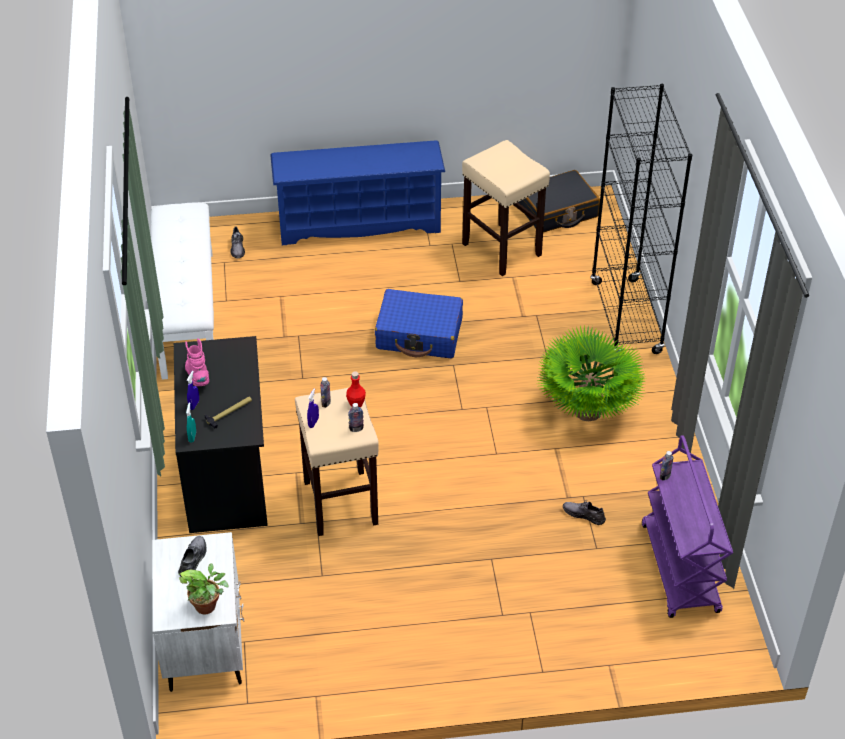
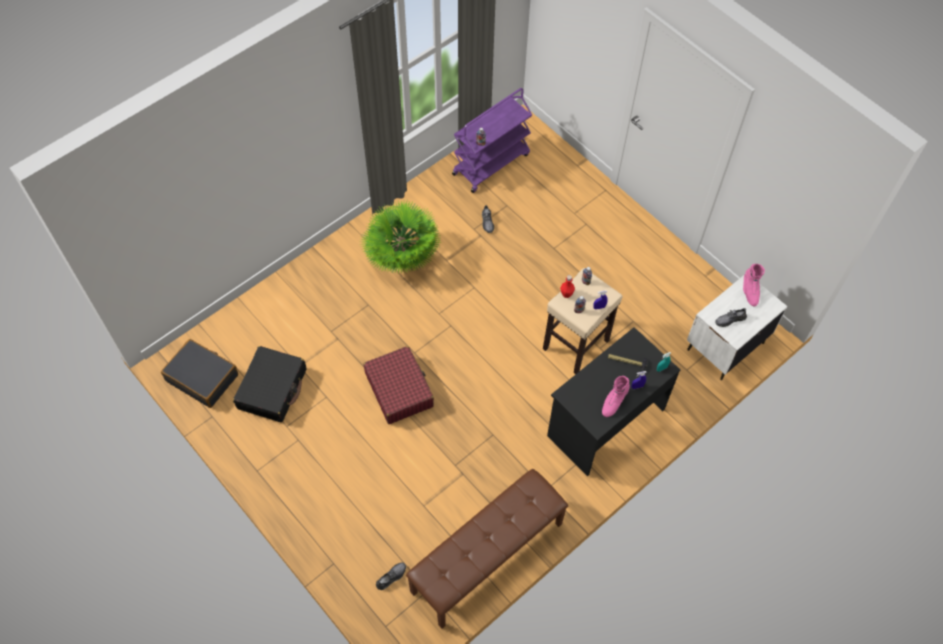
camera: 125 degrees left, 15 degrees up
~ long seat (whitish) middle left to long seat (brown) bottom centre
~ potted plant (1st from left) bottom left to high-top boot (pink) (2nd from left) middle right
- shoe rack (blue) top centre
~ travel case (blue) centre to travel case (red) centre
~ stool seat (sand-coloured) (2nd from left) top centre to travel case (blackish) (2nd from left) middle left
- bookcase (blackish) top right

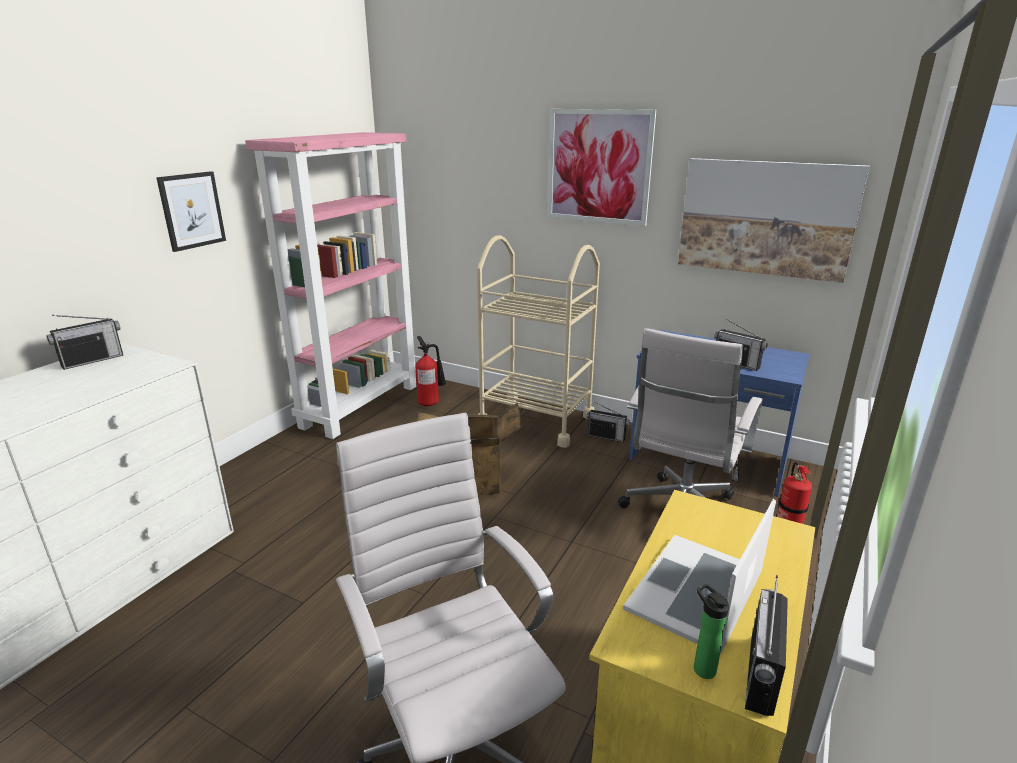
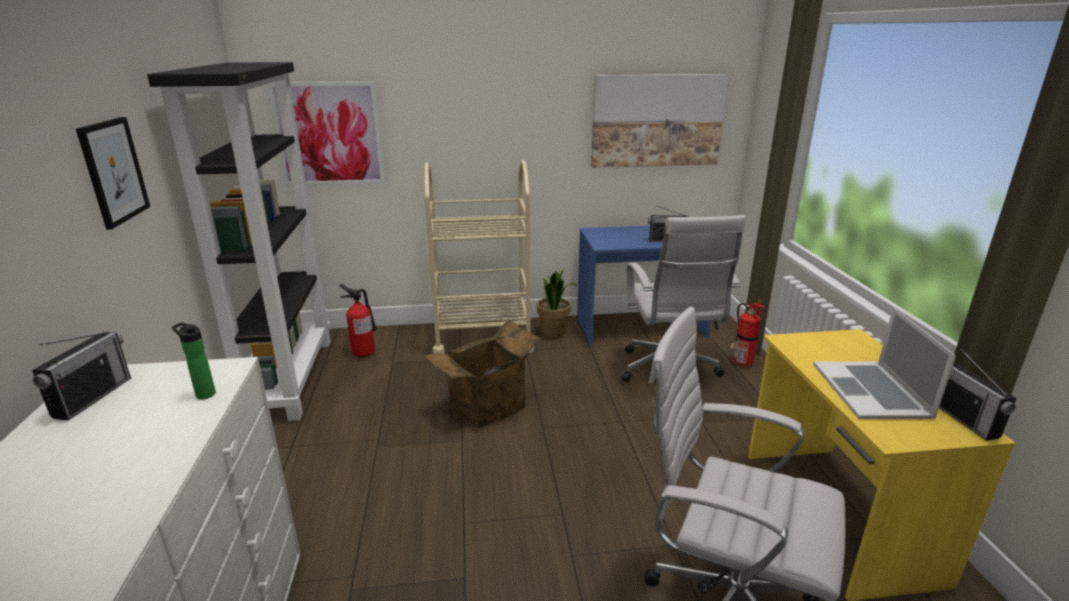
camera: 35 degrees left, 0 degrees up
~ bookcase (pink) middle left to bookcase (blackish) middle left
~ wall picture (2nd from left) top centre to top left
~ radio receiver (2nd from left) centre to potted plant centre
~ bottle bottom right to middle left

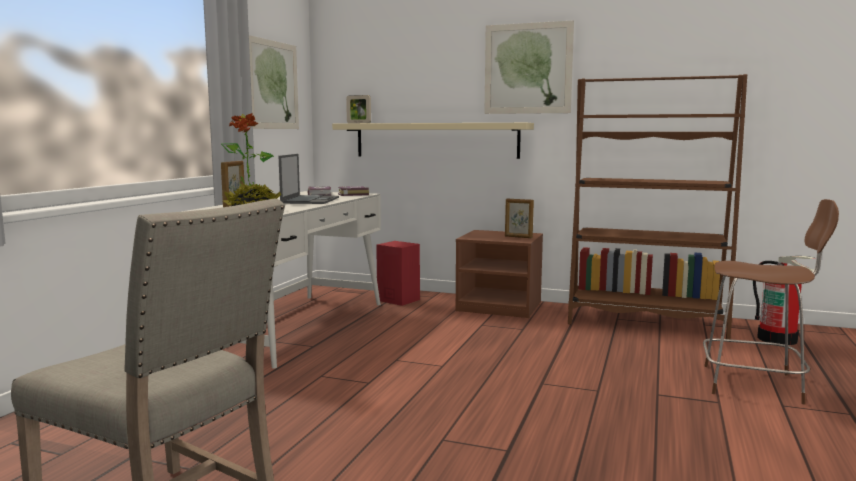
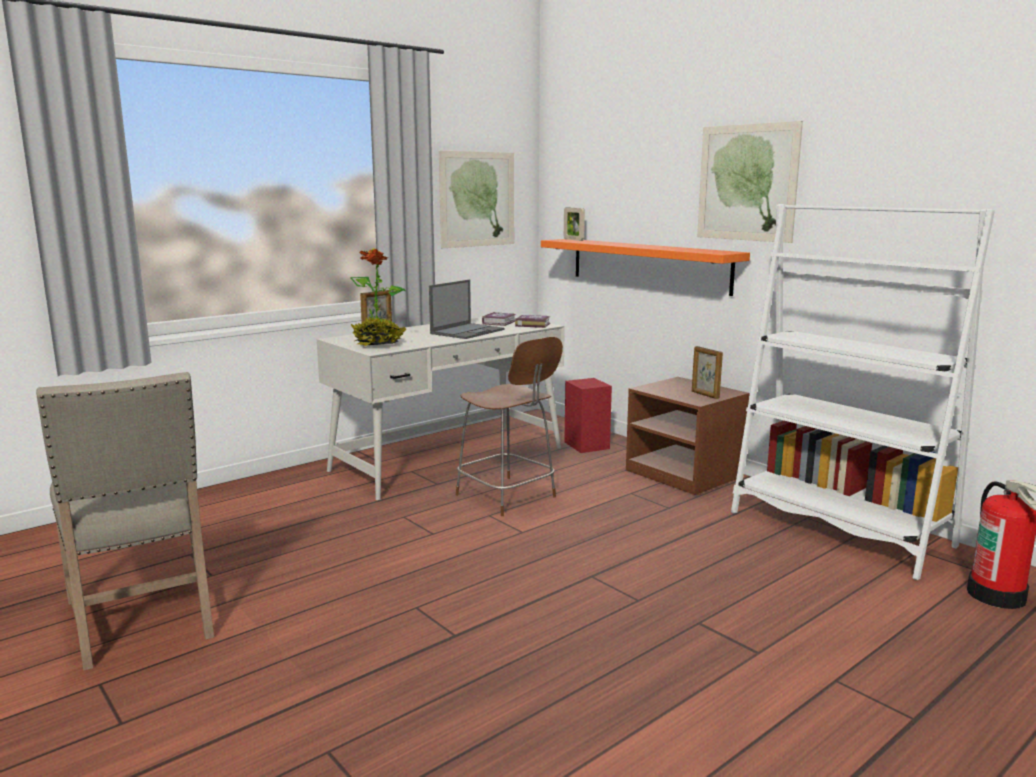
camera: 30 degrees right, 5 degrees up
~ shelf (sand-coloured) top centre to shelf (orangey) centre
~ bookcase (brown) middle right to bookcase (whitish) middle right
~ stool seat (brown) middle right to centre

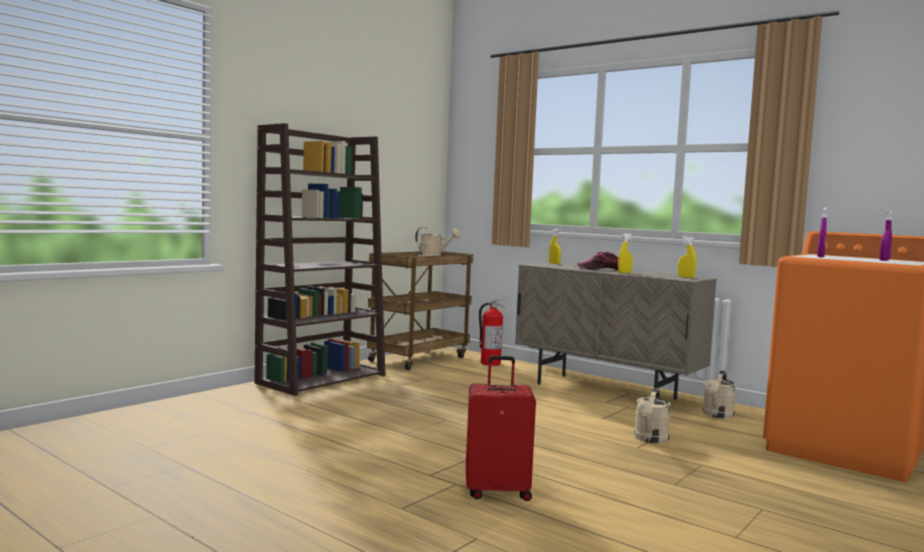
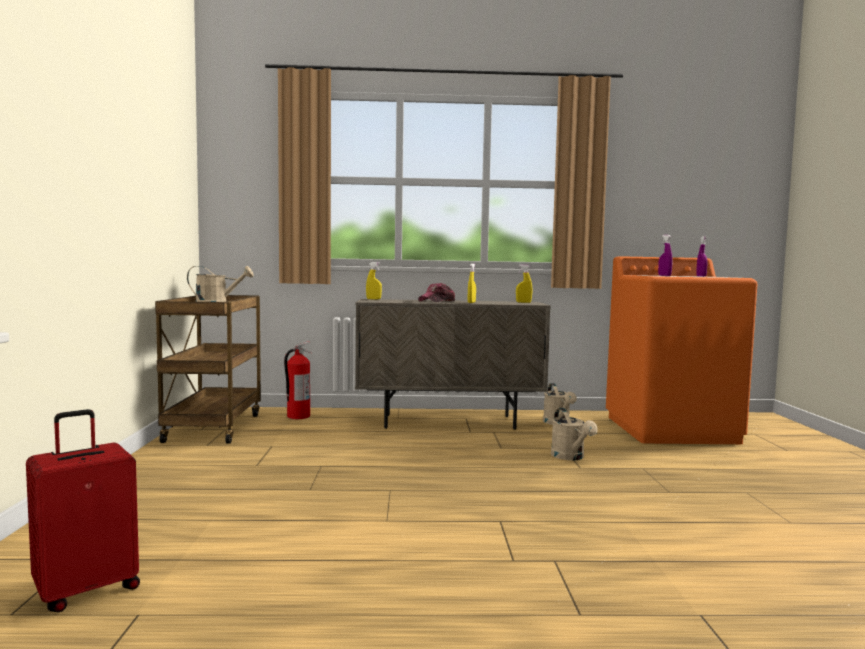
camera: 40 degrees left, 0 degrees up
- bookcase (brown) centre
~ travel case (red) bottom centre to bottom left

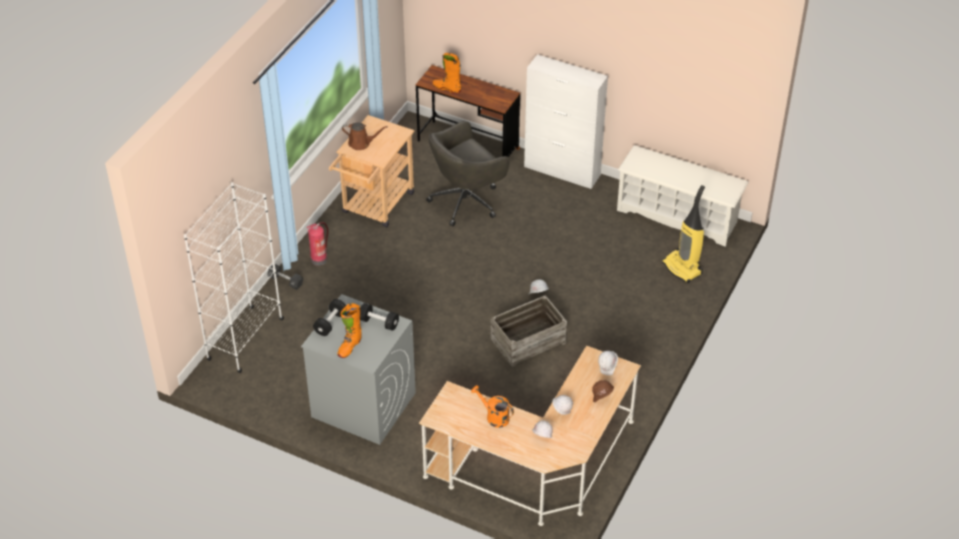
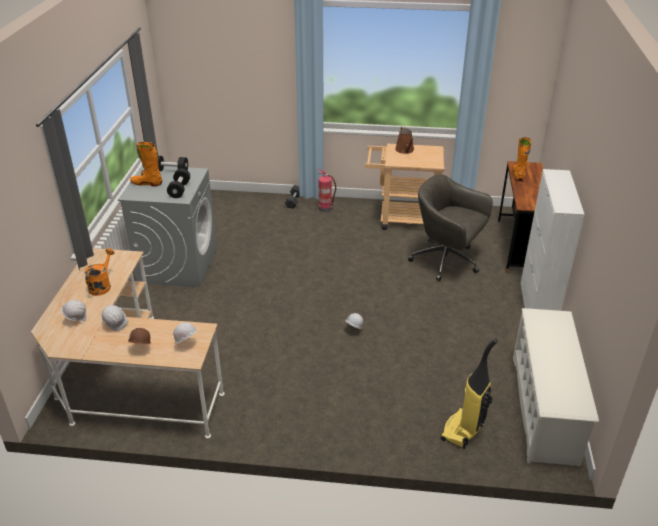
camera: 70 degrees right, 10 degrees down
- bookcase (whitish) middle left
- shipping crate centre

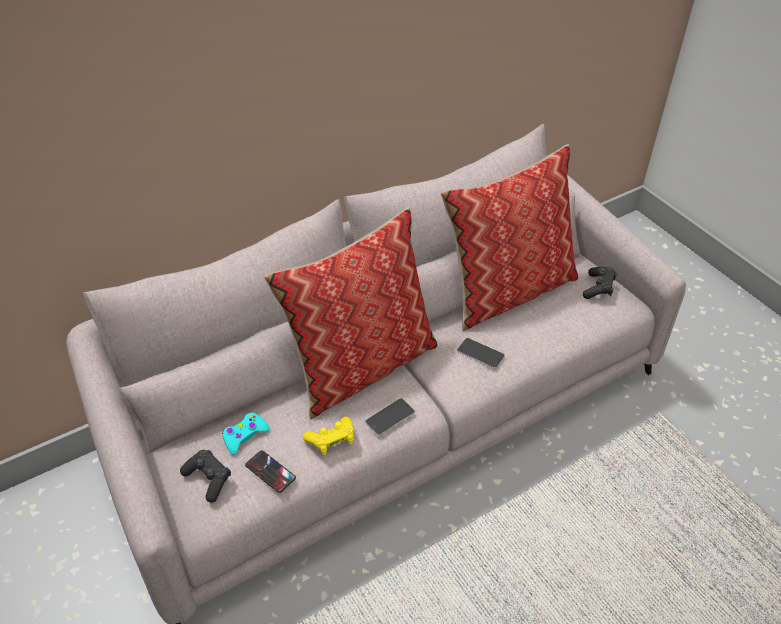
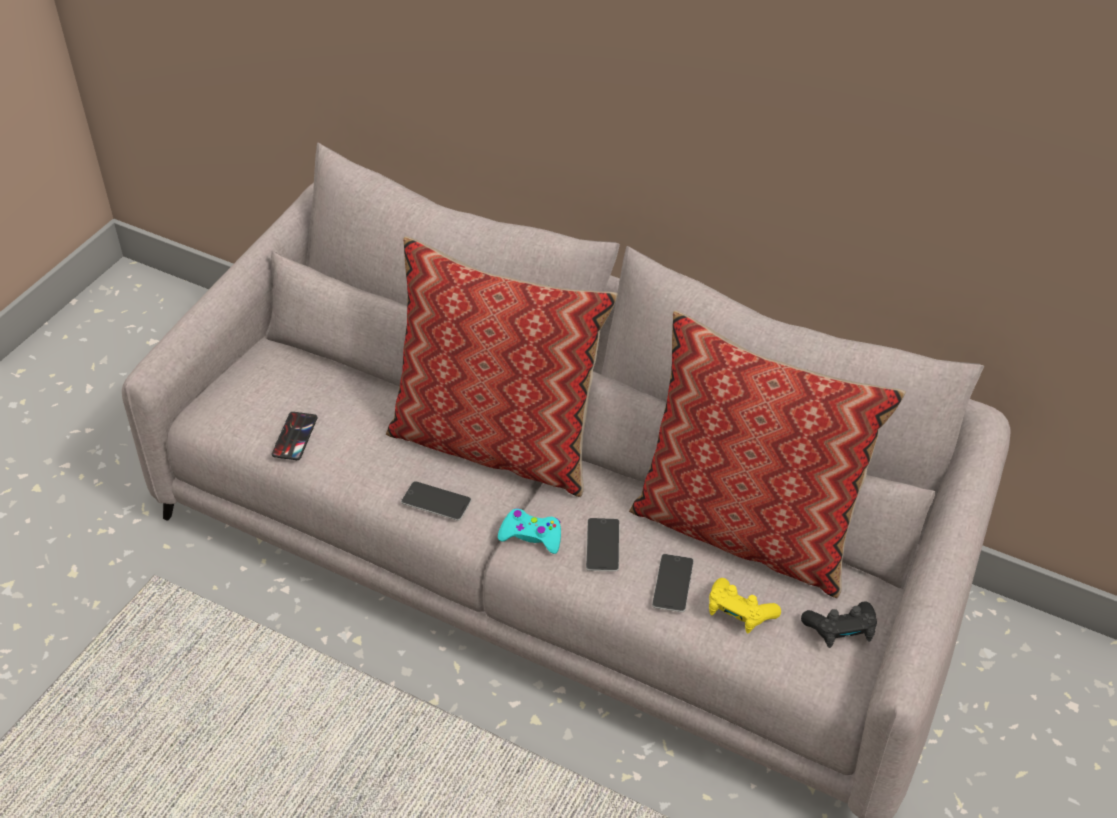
camera: 60 degrees right, 0 degrees up
- joypad (blackish) (1st from left) bottom left
~ joypad (blue-green) bottom left to centre
~ joypad (yellowish) bottom centre to bottom right
+ phone (4th from left) bottom centre

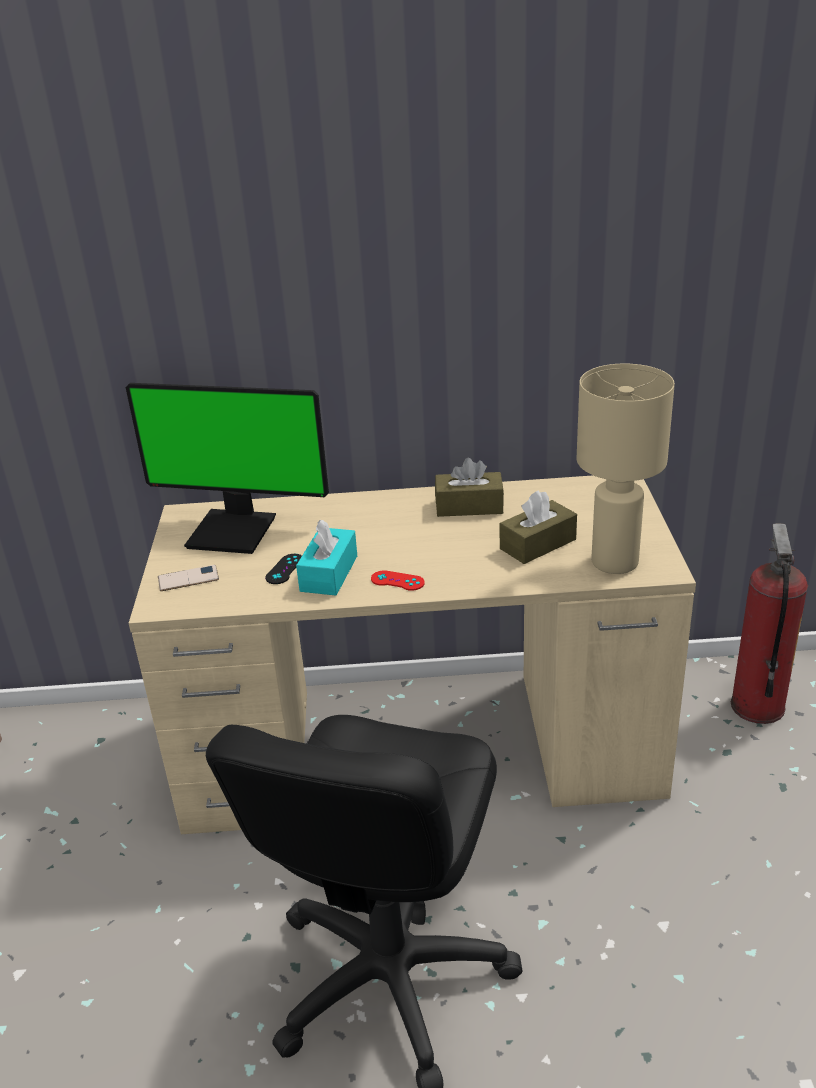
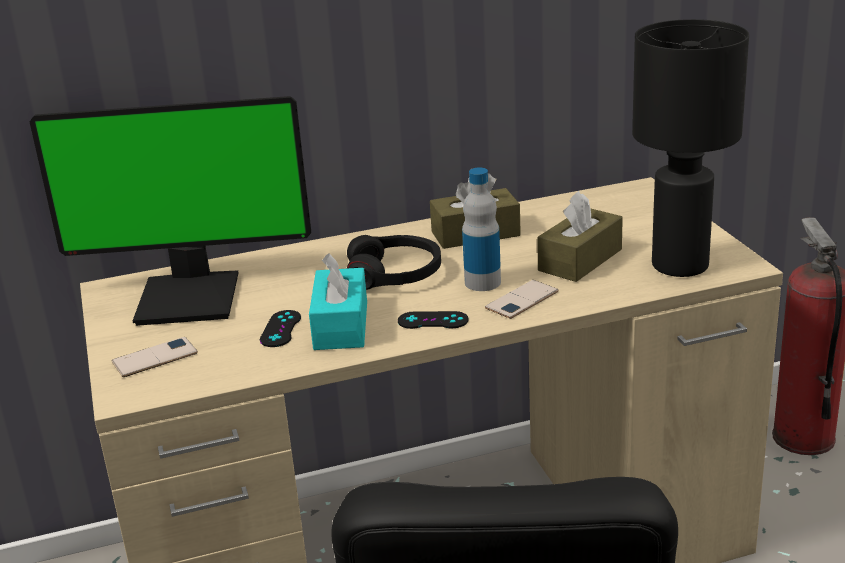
camera: 15 degrees left, 5 degrees down
~ joypad (red) centre to joypad (blackish) (2nd from left) centre
~ tabletop lamp (sand-coloured) middle right to tabletop lamp (blackish) top right
+ headphones (blackish) centre
+ bottle centre
+ phone (2nd from left) centre

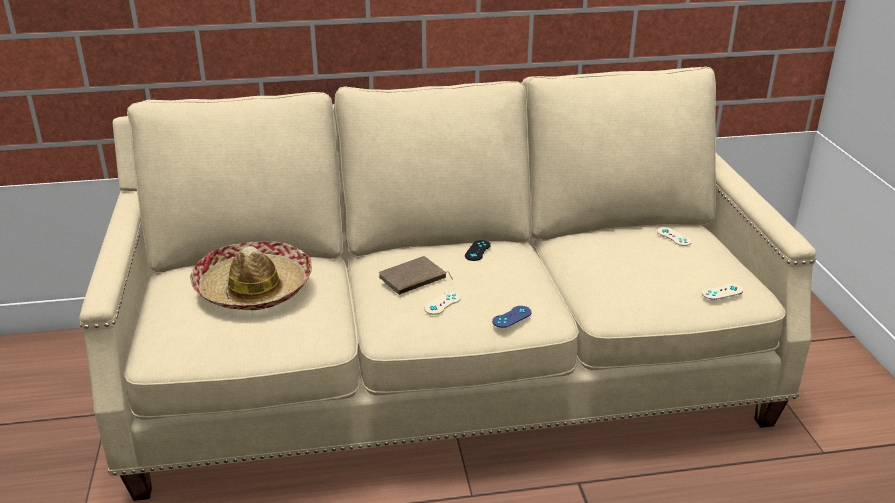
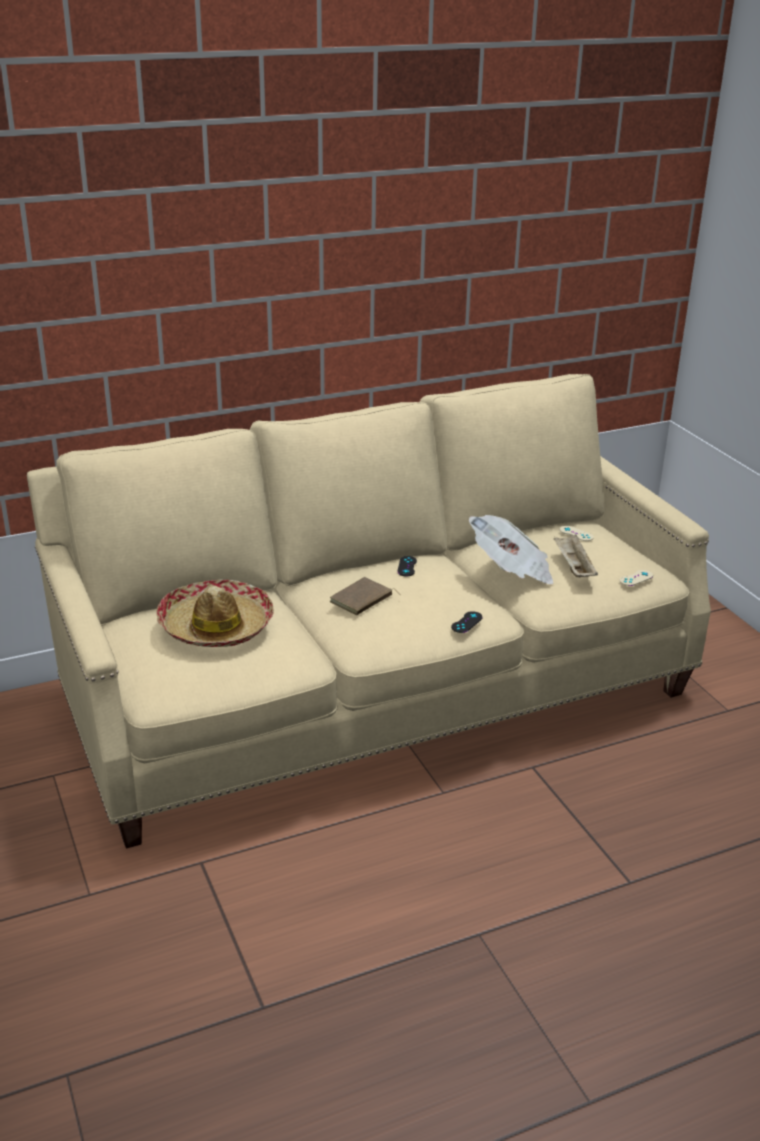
camera: 15 degrees left, 0 degrees up
- joypad (sand-coloured) (1st from left) centre
~ joypad (blue) centre to joypad (blackish) (2nd from left) centre
+ daily paper middle right
+ serving tray (sand-coloured) middle right

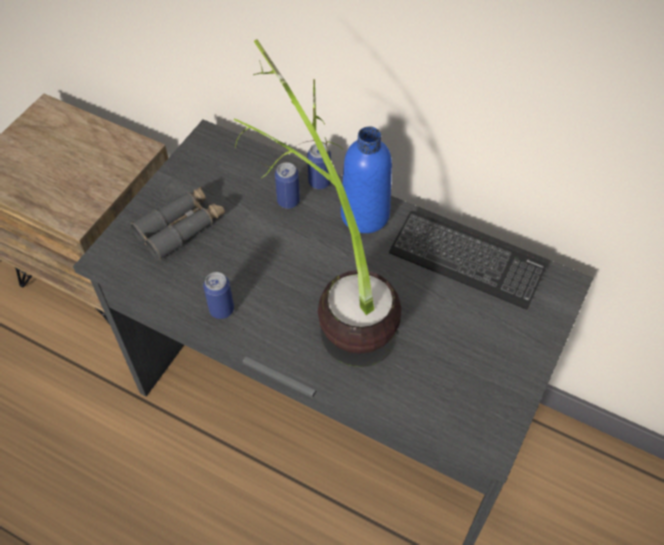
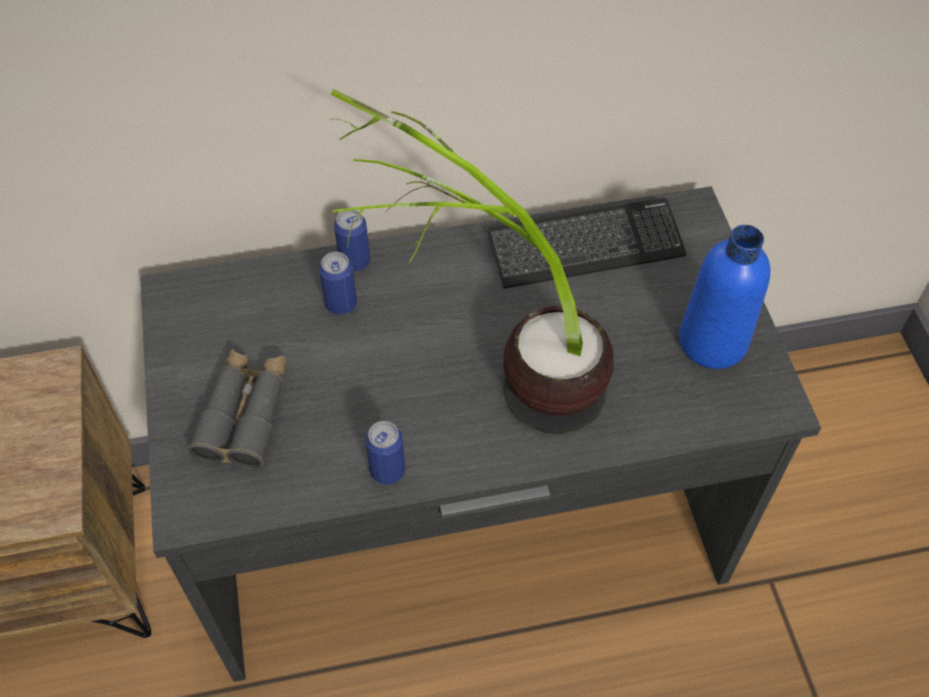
camera: 40 degrees left, 0 degrees up
~ bottle (blue) top centre to middle right

